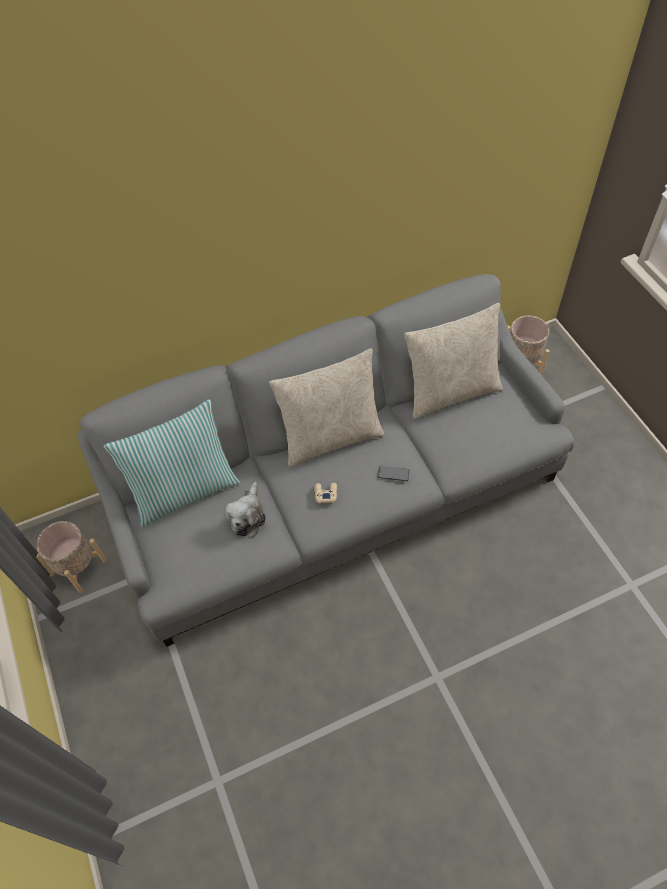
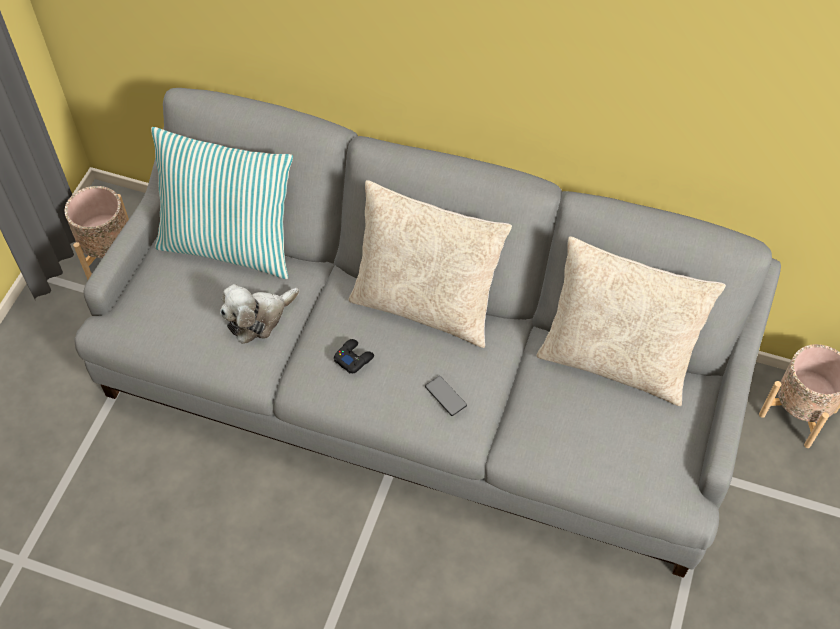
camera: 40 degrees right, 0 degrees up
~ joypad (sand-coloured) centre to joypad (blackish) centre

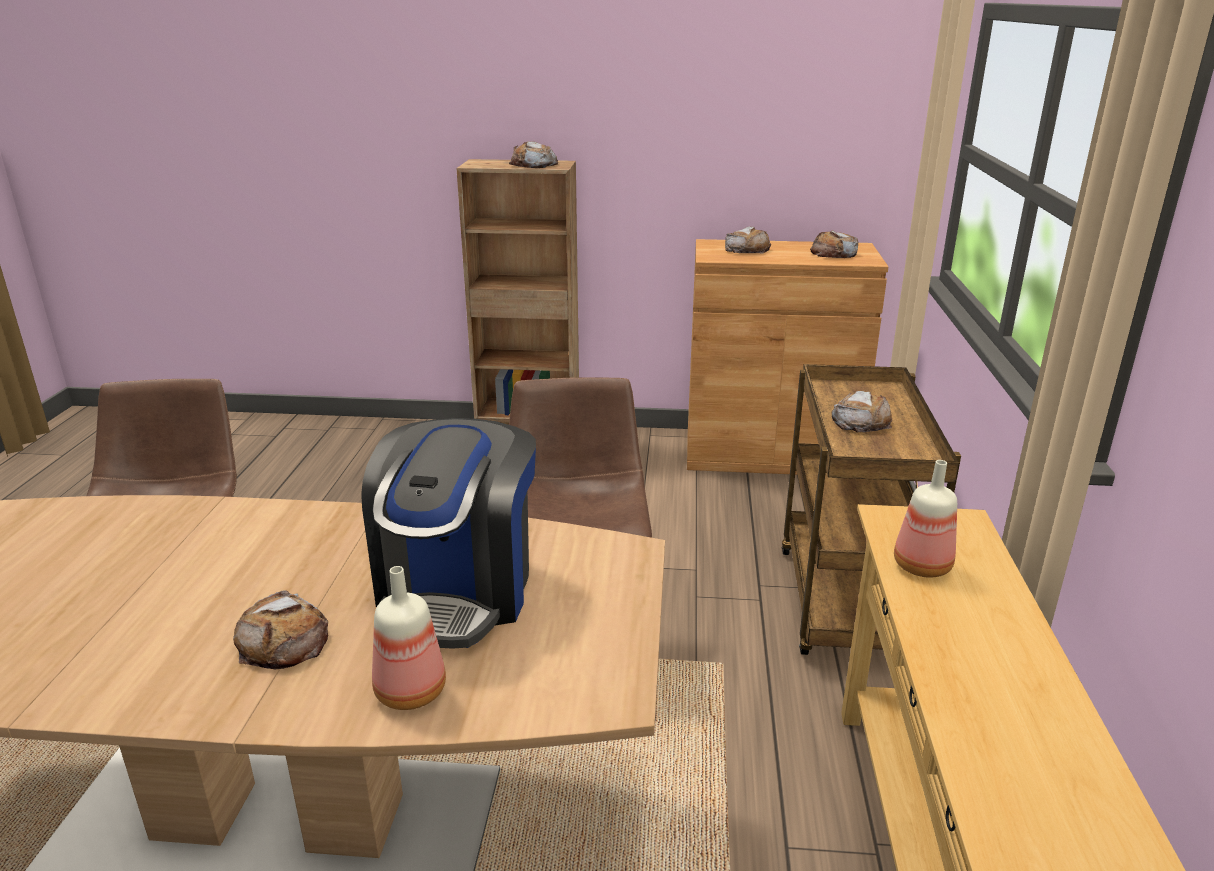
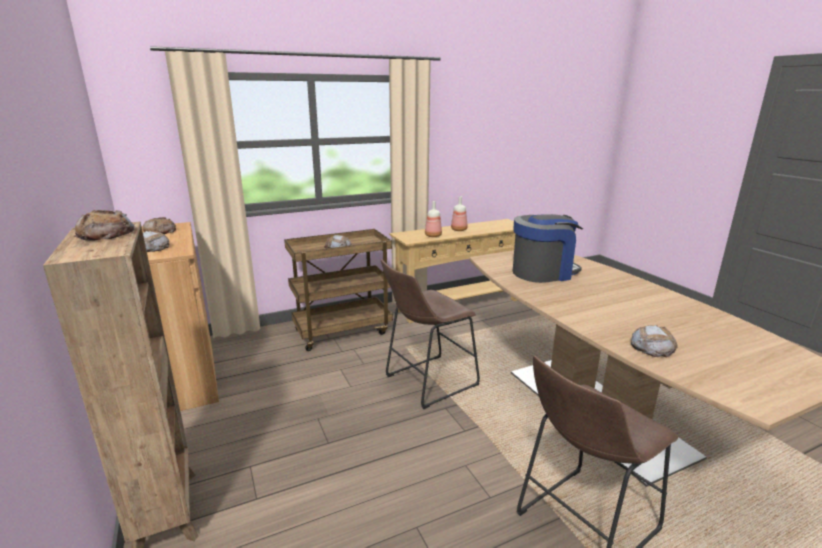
camera: 120 degrees left, 5 degrees down
~ baked bread (1st from left in the first image) bottom left to baked bread (5th from left) middle right
~ bottle (1st from left in the first image) bottom centre to bottle (2nd from left) centre

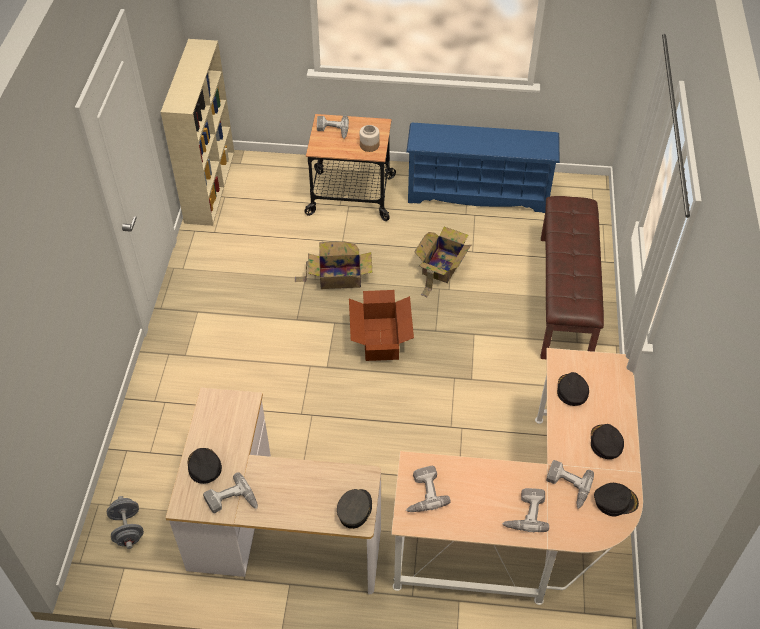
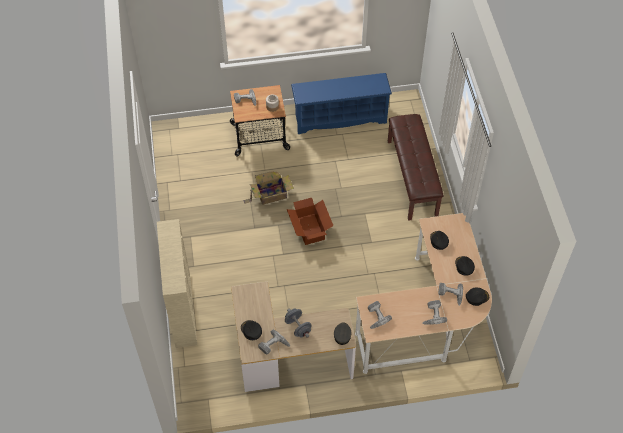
camera: 15 degrees left, 5 degrees up
~ dumbbell (gray) bottom left to bottom centre
~ bookcase (sand-coloured) top left to middle left
- packing box (3rd from left) centre

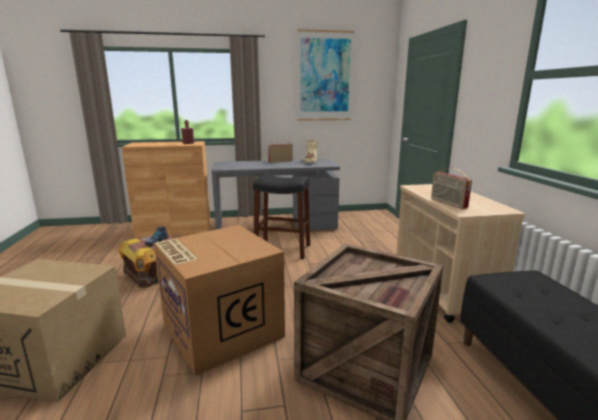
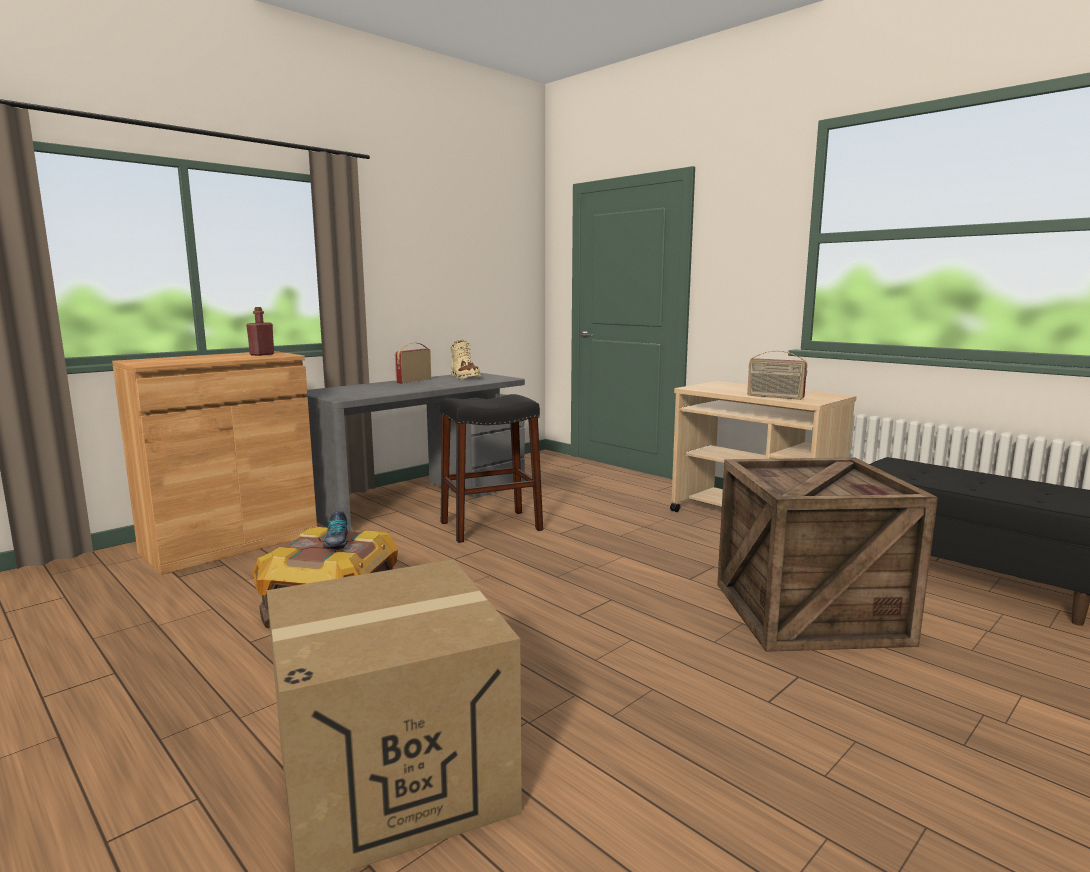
camera: 35 degrees left, 5 degrees down
- packing box (2nd from left) bottom centre
- wall picture top centre

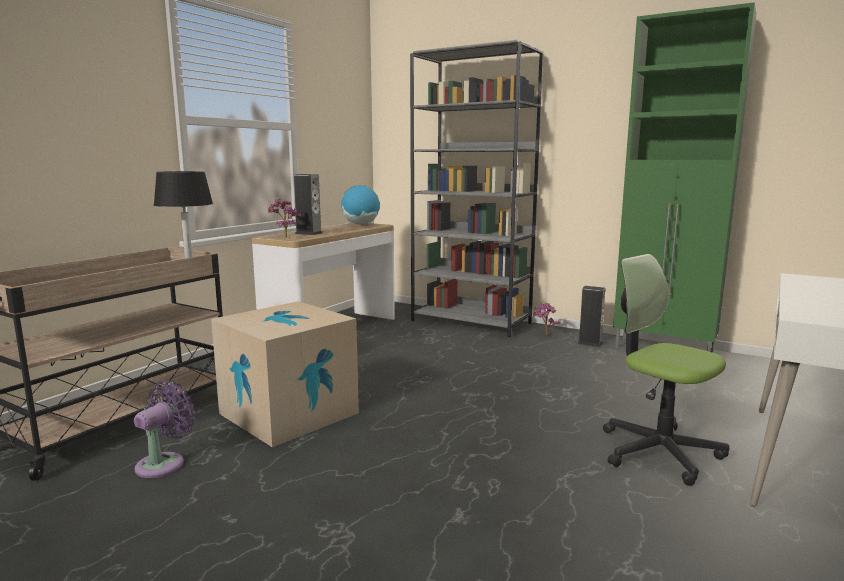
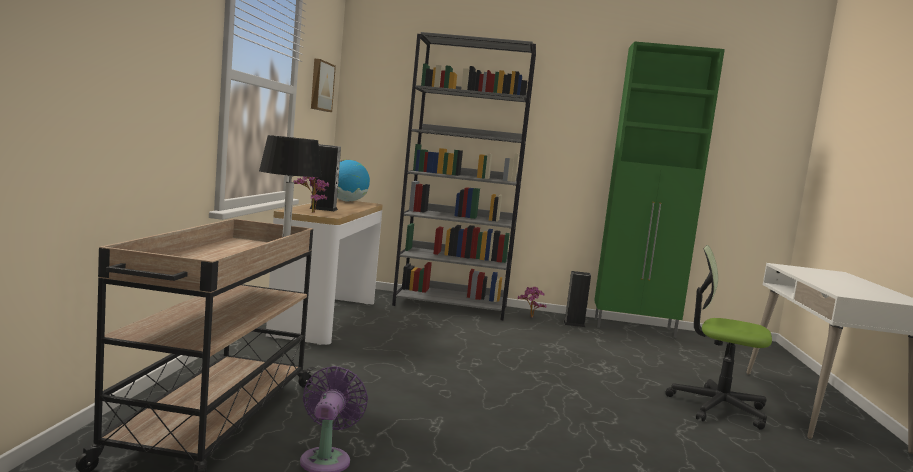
camera: 25 degrees left, 5 degrees down
- packing box centre
+ wall picture top centre

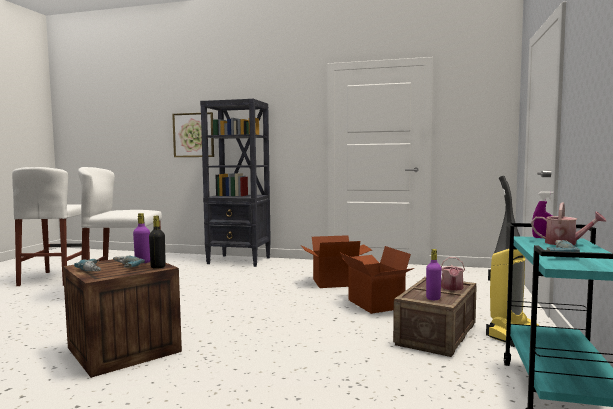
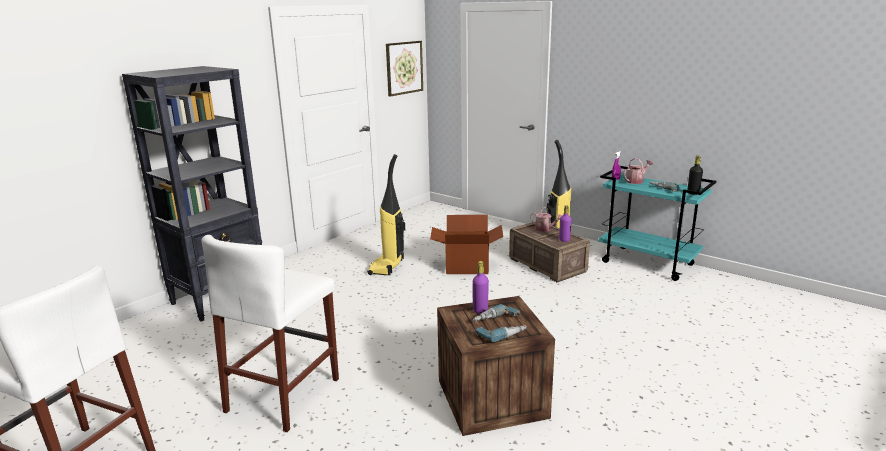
camera: 65 degrees left, 15 degrees up
~ bottle (blackish) middle left to middle right
~ wall picture top left to top centre
~ packing box (1st from left) centre to vacuum (1st from left) centre

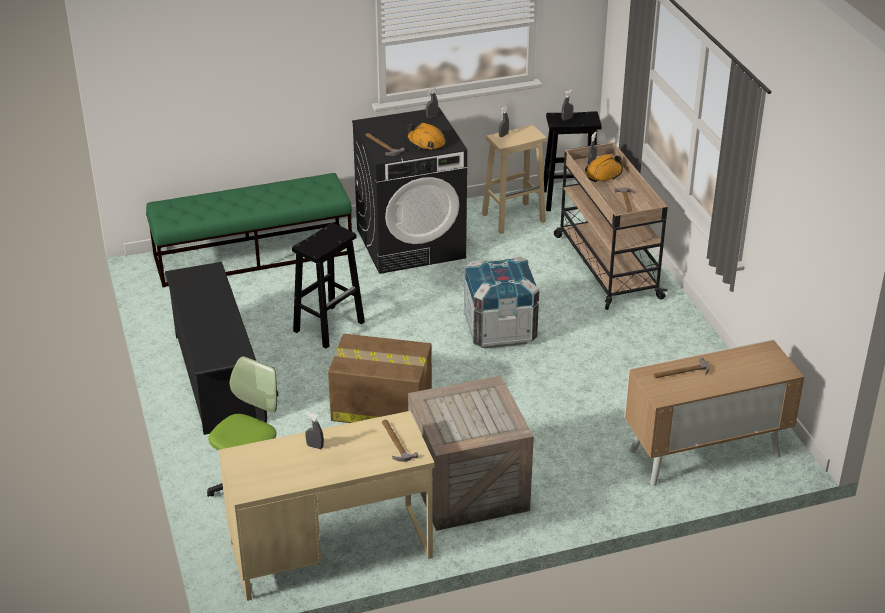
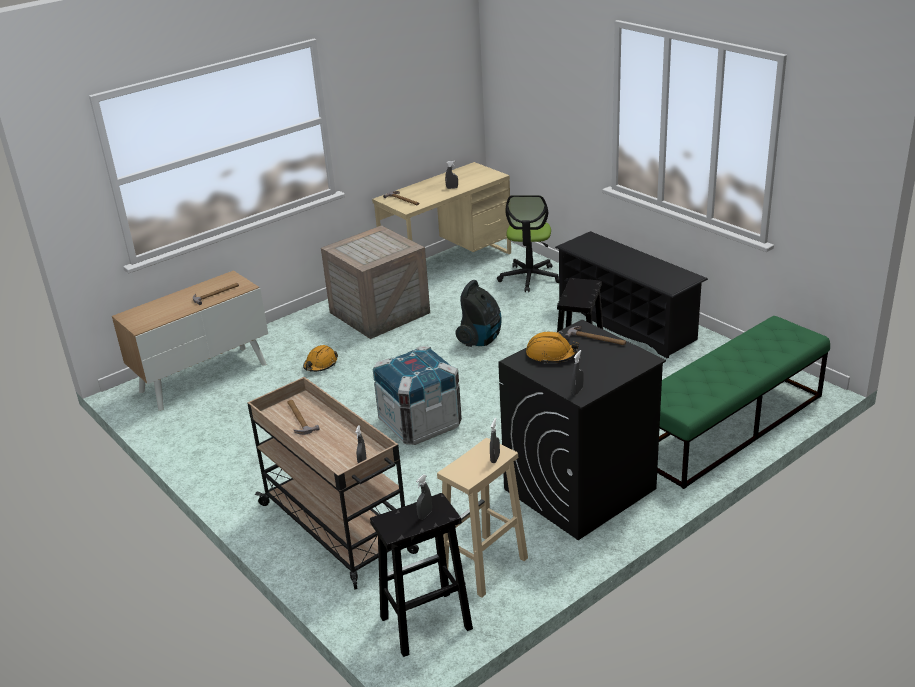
camera: 160 degrees right, 5 degrees down
~ packing box centre to vacuum centre
~ safety helmet (orangey) (2nd from left in the first image) top right to safety helmet (orangey) (1st from left) centre

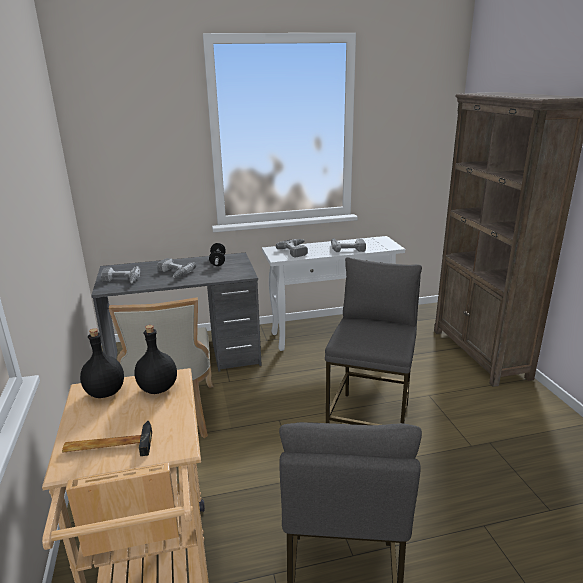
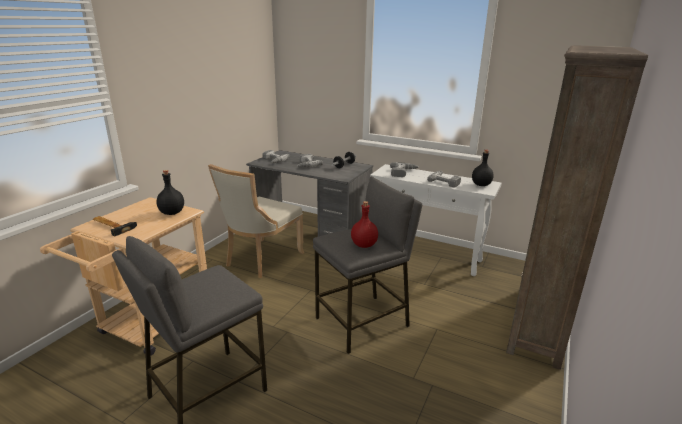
camera: 40 degrees right, 0 degrees up
~ bottle (blackish) (1st from left in the first image) middle left to bottle (blackish) (2nd from left) middle right
+ bottle (red) centre

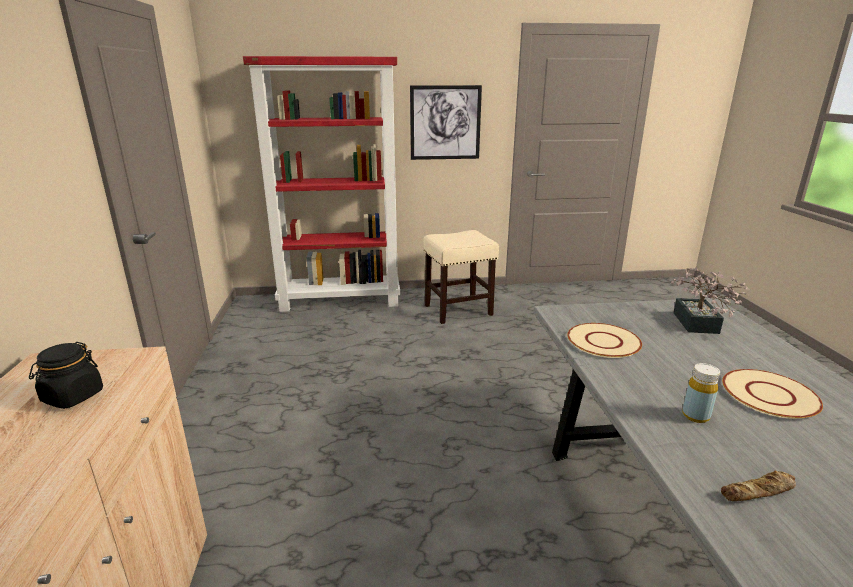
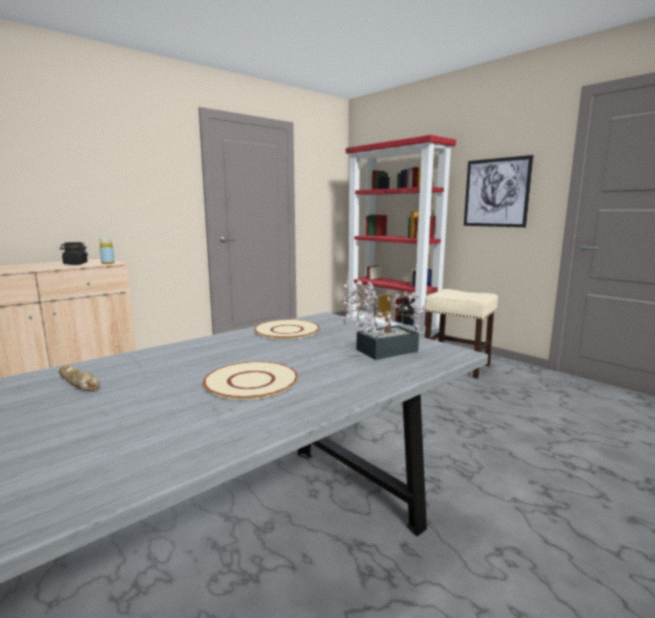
camera: 55 degrees right, 10 degrees down
~ bottle (yellowish) bottom right to middle left

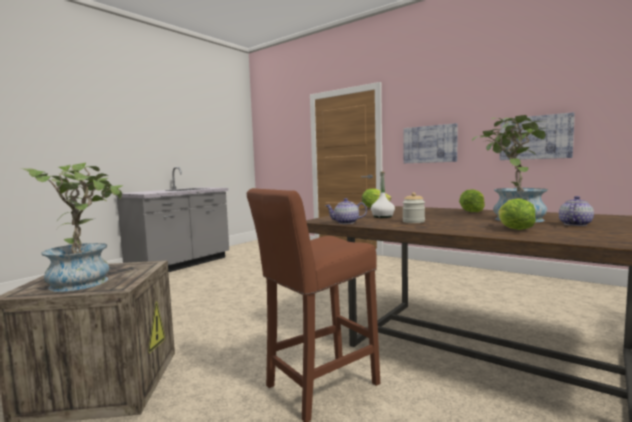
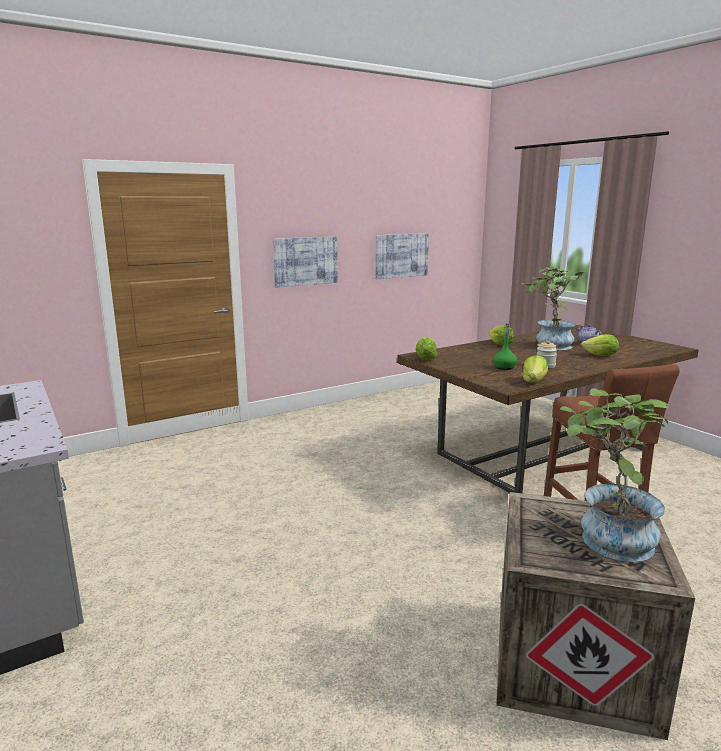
camera: 70 degrees left, 10 degrees up
~ pot for tea (1st from left) centre to lettuce head (3rd from left) middle right
~ bottle (whitish) centre to bottle (green-coloured) middle right

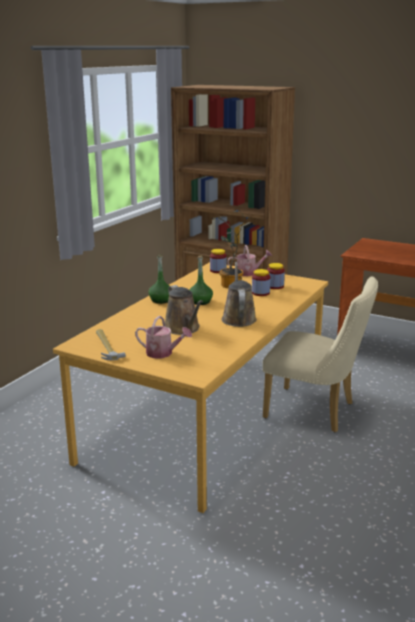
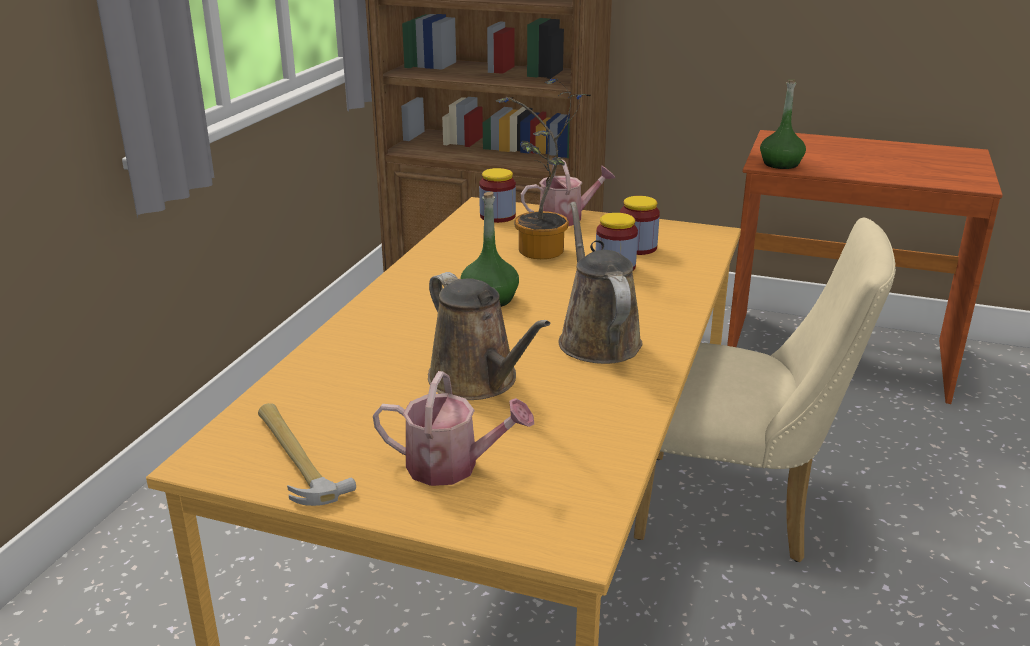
camera: 10 degrees left, 5 degrees up
~ bottle (green-coloured) (1st from left in the first image) centre to bottle (green-coloured) (2nd from left) top right

